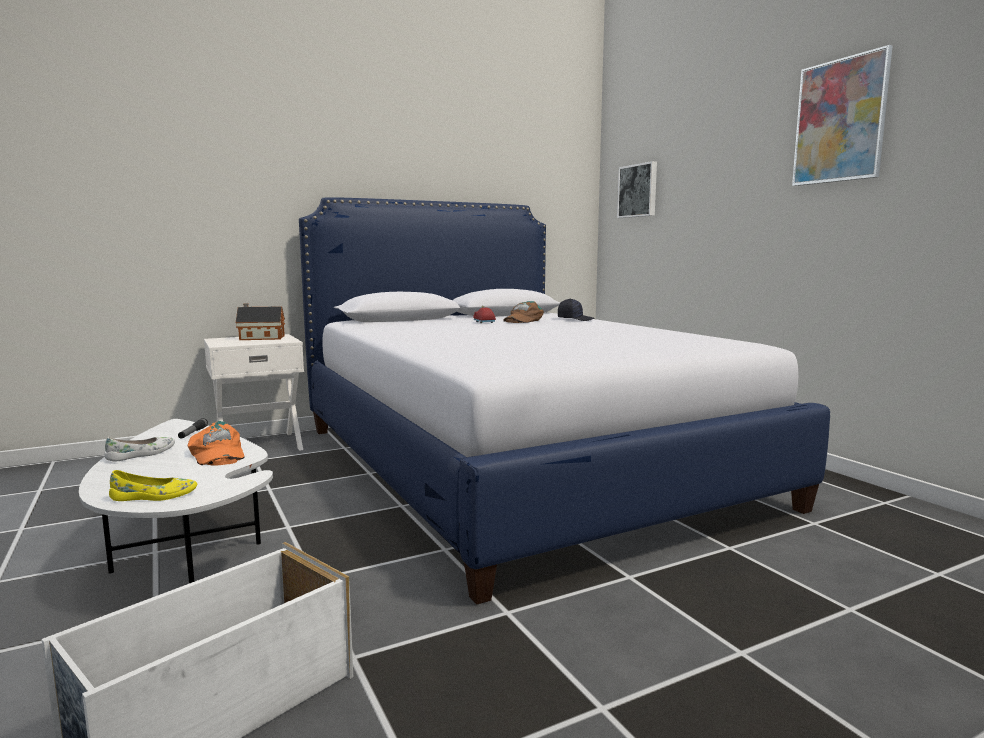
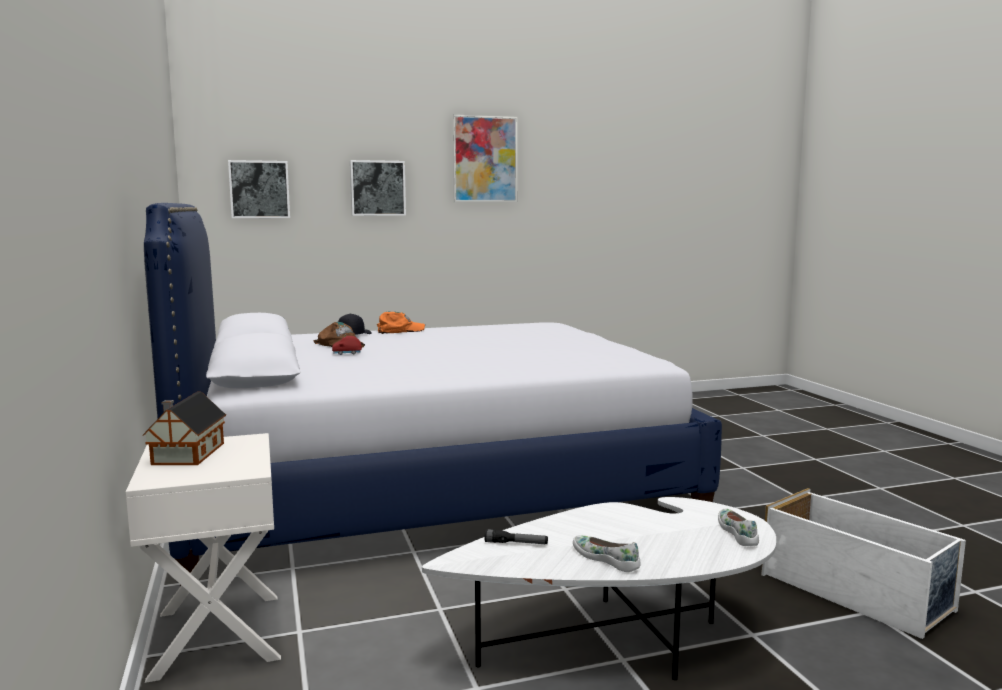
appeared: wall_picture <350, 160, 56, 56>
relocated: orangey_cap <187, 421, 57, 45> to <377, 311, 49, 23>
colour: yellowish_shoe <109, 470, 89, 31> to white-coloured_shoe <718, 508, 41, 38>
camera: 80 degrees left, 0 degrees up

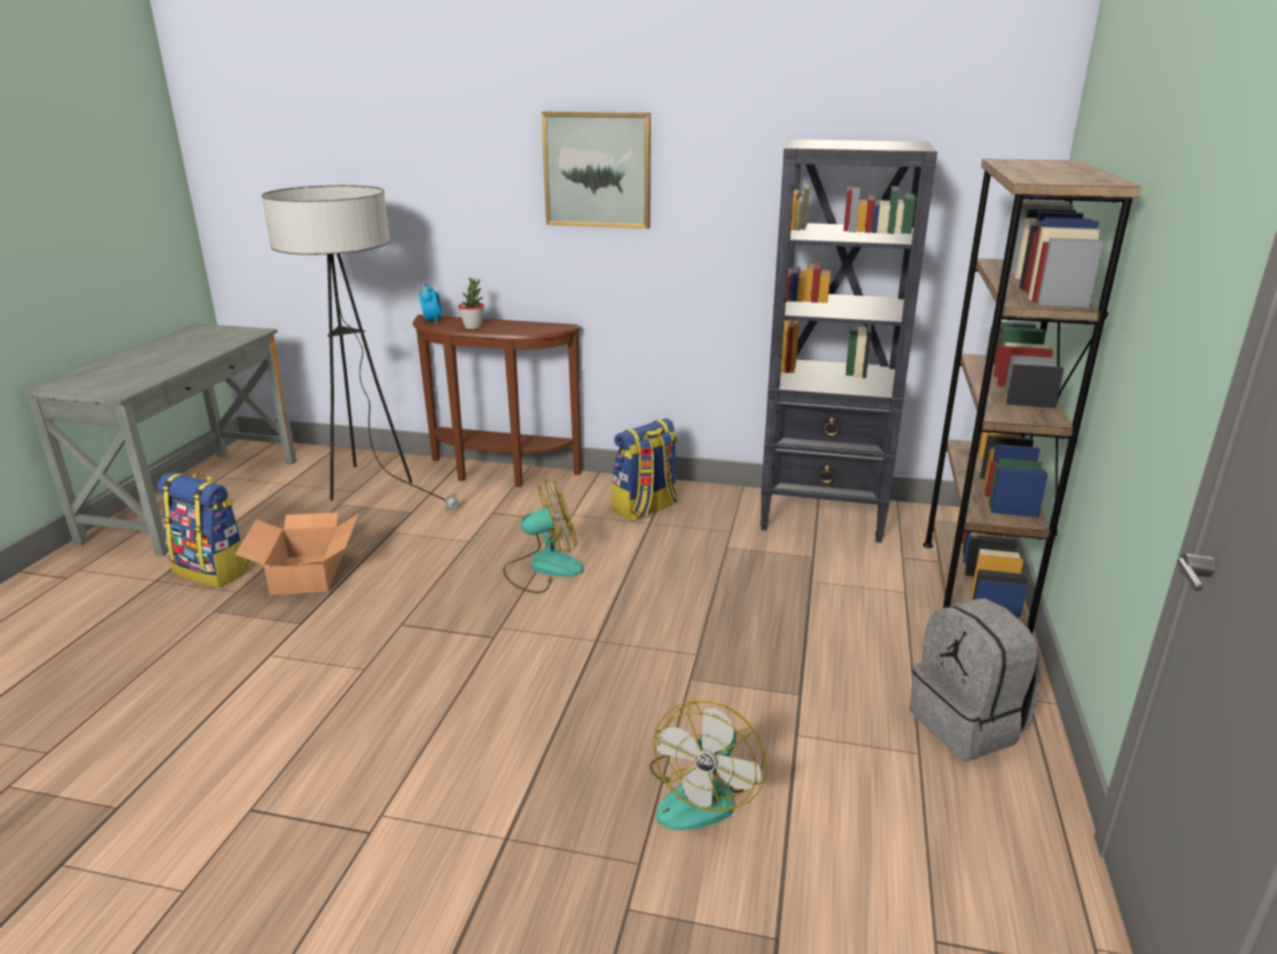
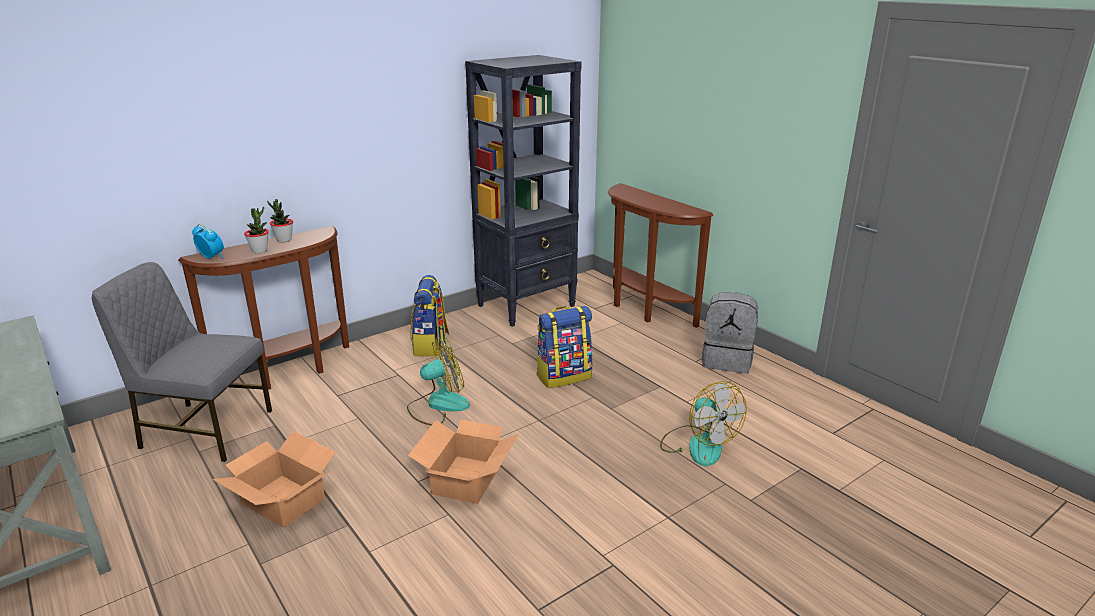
missing: wall_picture <541, 112, 110, 117>
appeared: potted_plant <267, 199, 26, 43>; packing_box <408, 420, 111, 84>
relocated: rucksack <157, 472, 93, 116> to <537, 306, 56, 82>
exchanged: standing_lamp <262, 185, 199, 328> to greyish_chair <92, 262, 180, 200>; brown-coloured_bookshelf <923, 159, 219, 475> to brown-coloured_console_table <608, 183, 106, 145>
spun: fan <503, 479, 81, 114> = <407, 337, 63, 88> 45 degrees clockwise
camera: 50 degrees left, 0 degrees up

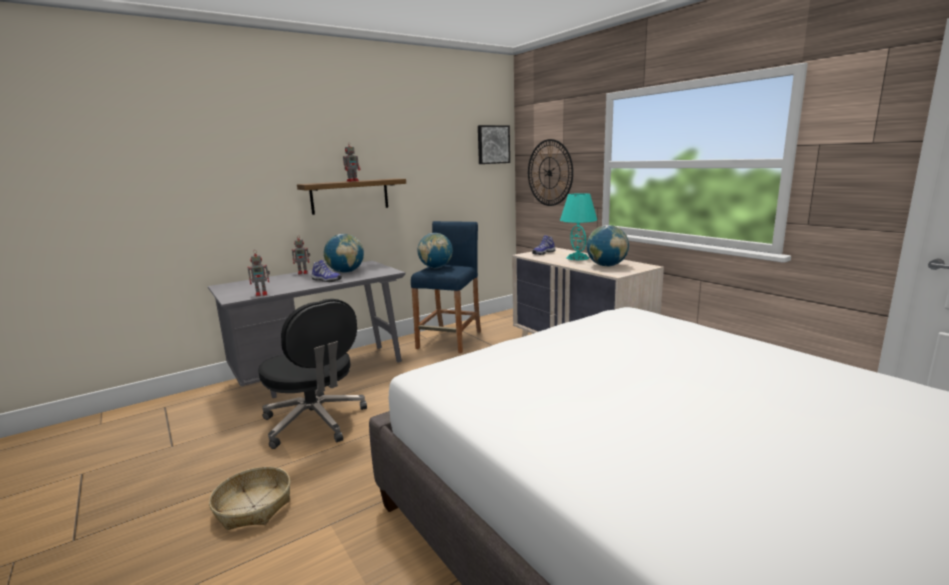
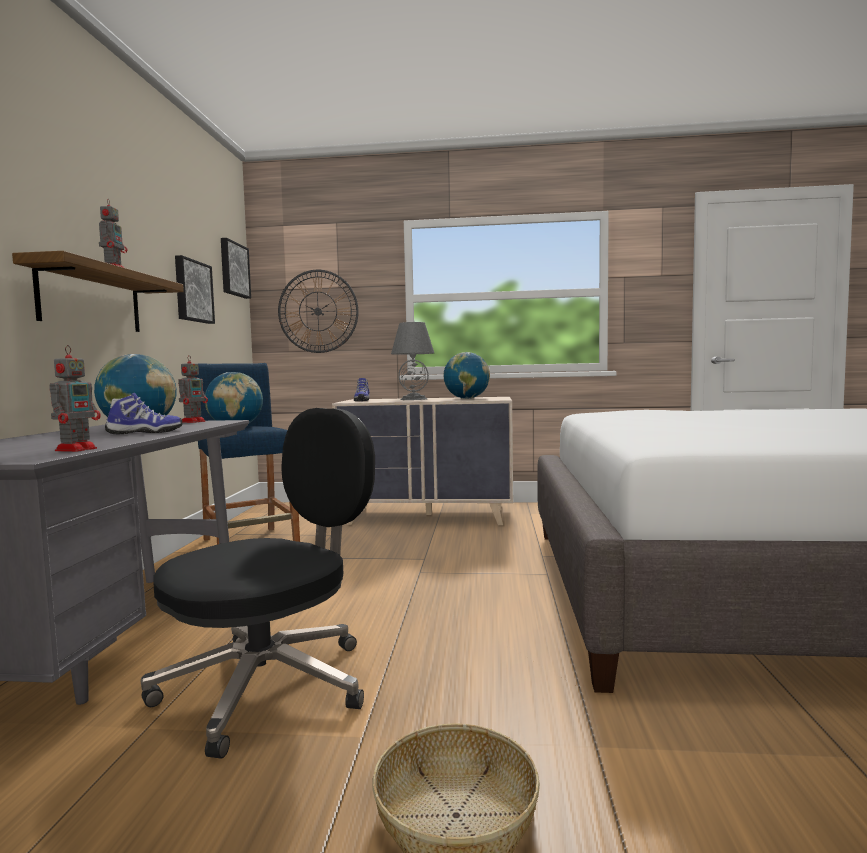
appeared: wall_picture <175, 255, 40, 69>
relocated: robot_figure <292, 235, 18, 40> to <178, 355, 30, 68>
colour: blue-green_lamp_for_a_table <560, 193, 37, 67> to greyish_lamp_for_a_table <391, 322, 43, 78>
spun: black-coloured_desk_chair <258, 299, 109, 150> = <141, 408, 234, 351> 45 degrees counterclockwise
camera: 50 degrees left, 10 degrees down

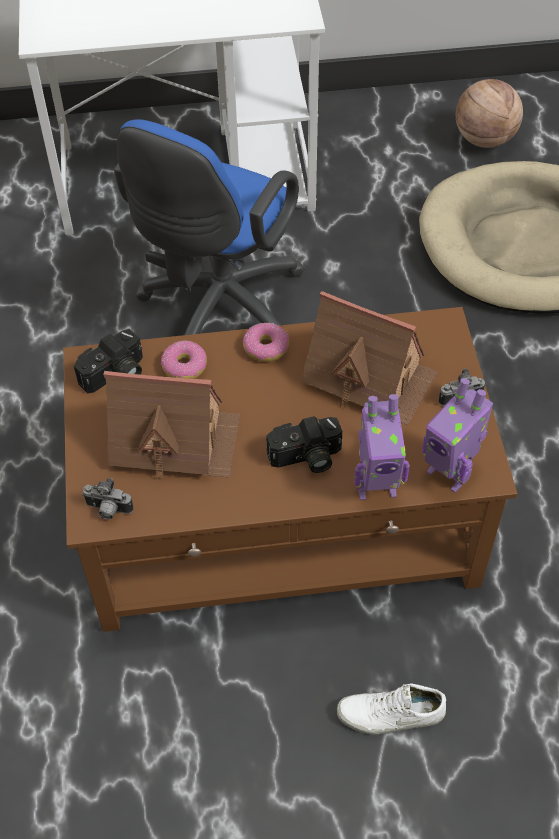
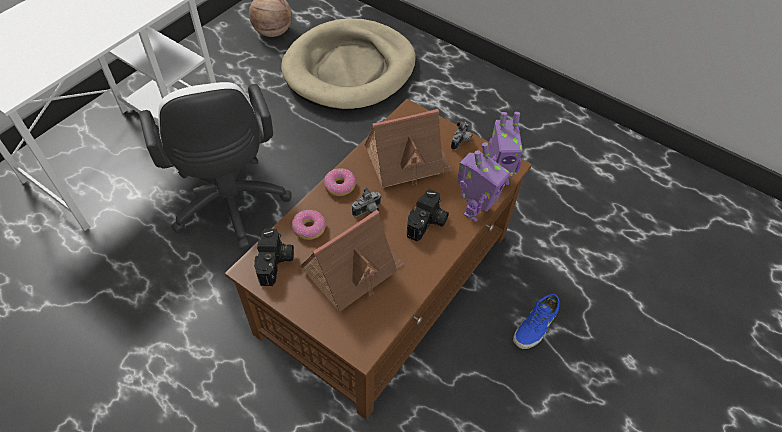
relocated: still_camera <82, 478, 52, 42> to <352, 188, 30, 29>
colour: blue_desk_chair <114, 119, 191, 216> to white-coloured_desk_chair <139, 82, 152, 167>; white-coloured_shoe <337, 683, 109, 52> to blue_shoe <513, 294, 47, 55>
camera: 50 degrees left, 0 degrees up

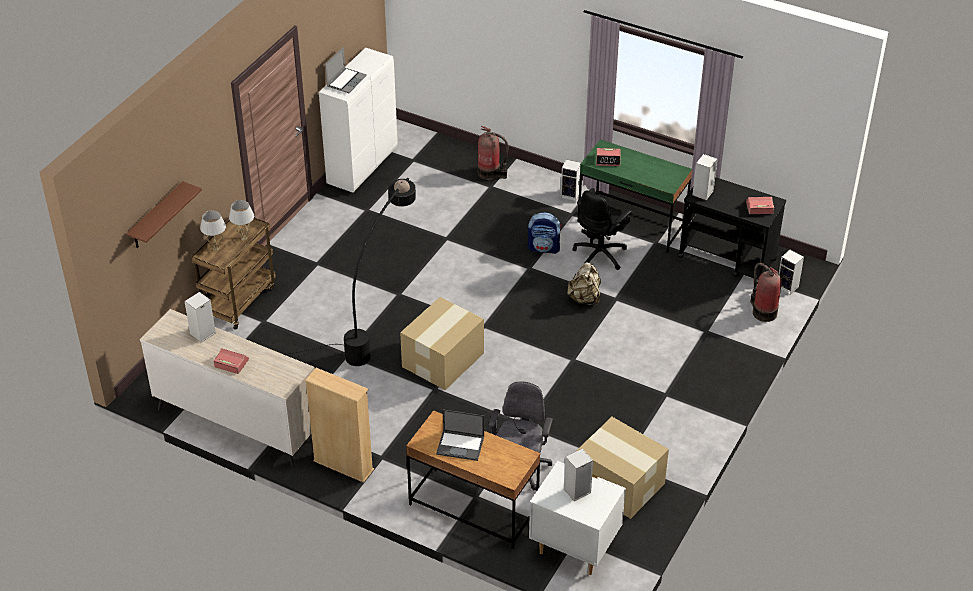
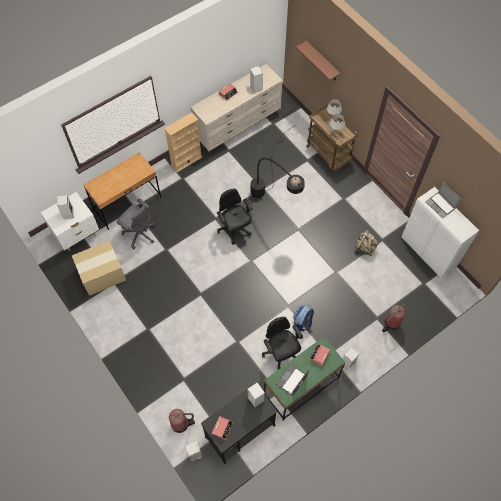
relocated: portable_computer <436, 409, 48, 52> to <276, 364, 33, 32>; beige-coloured_rucksack <567, 262, 34, 44> to <355, 230, 23, 26>
exchanged: packing_box <400, 297, 84, 93> to black-coloured_desk_chair <217, 189, 36, 56>
camera: 115 degrees right, 20 degrees up

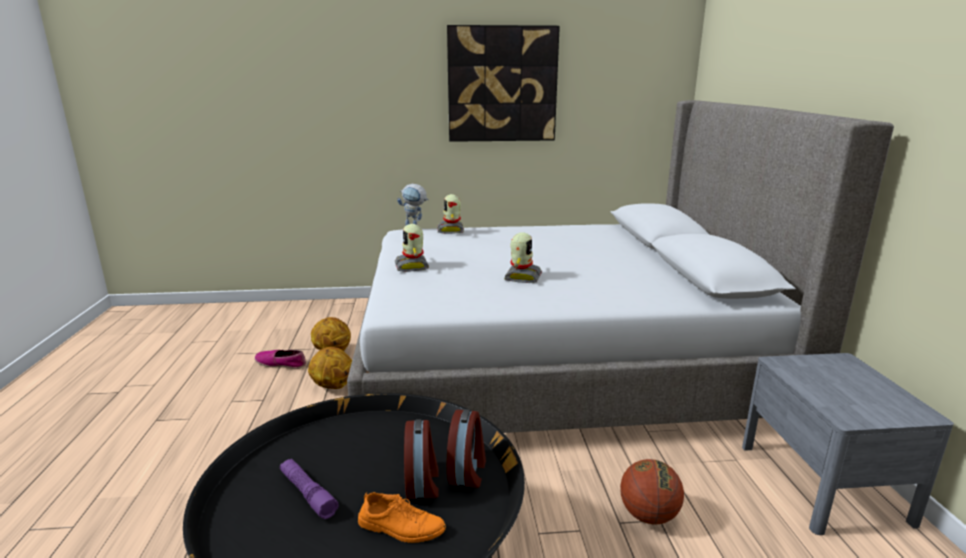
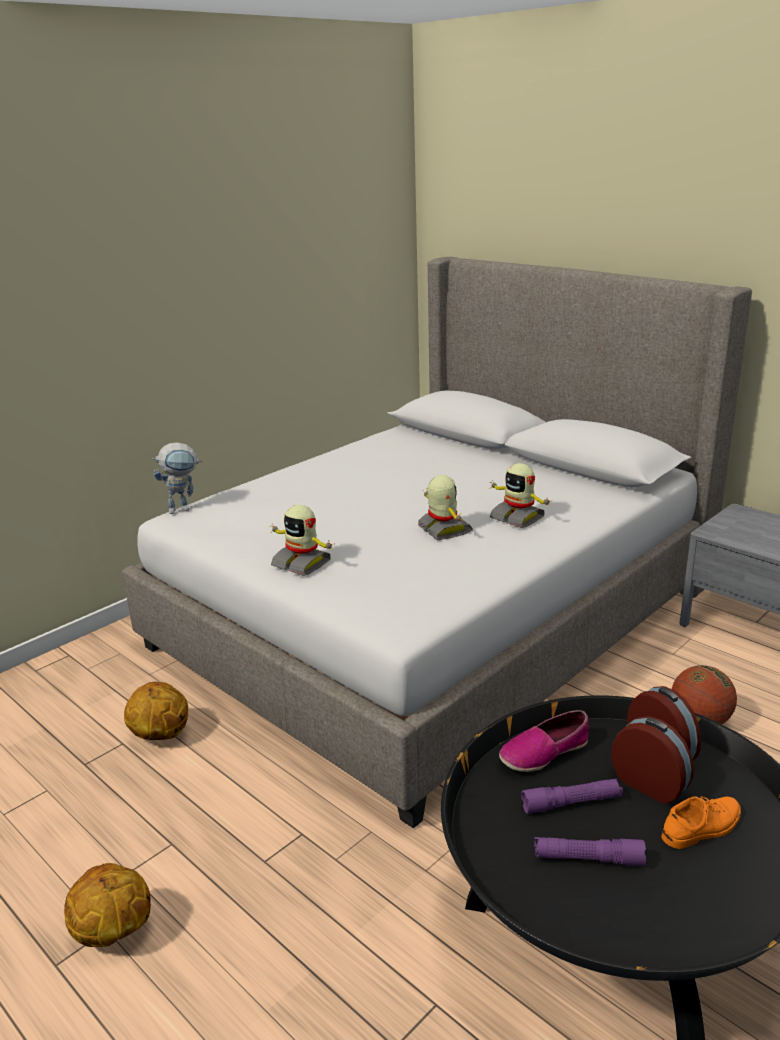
missing: wall_picture <447, 25, 113, 117>
appeared: purple-coloured_hand_torch <521, 779, 102, 35>
relocated: basketball <308, 347, 44, 42> to <64, 863, 87, 84>; robot_figure <438, 194, 26, 40> to <489, 463, 64, 65>; shoe <255, 350, 51, 19> to <499, 710, 90, 62>
camera: 40 degrees left, 5 degrees up

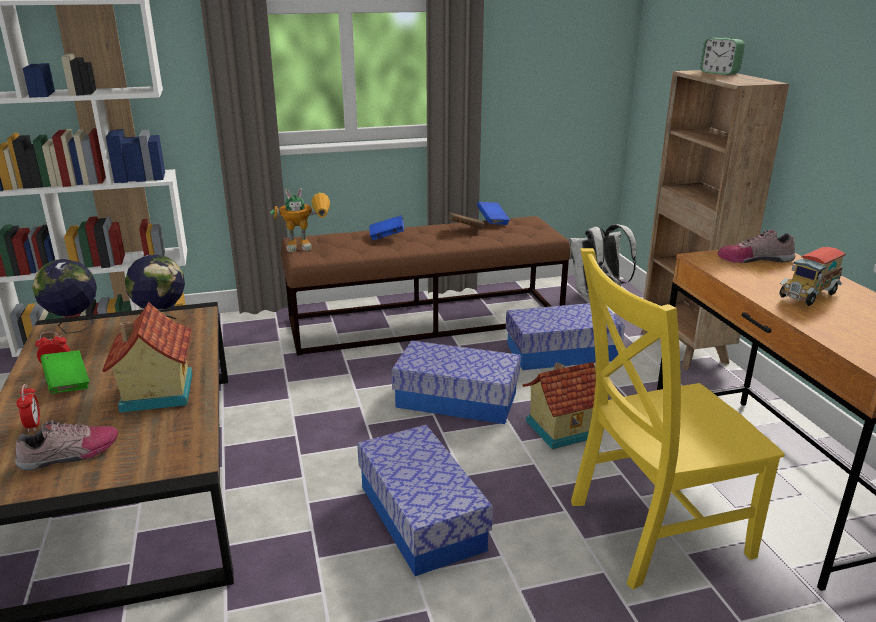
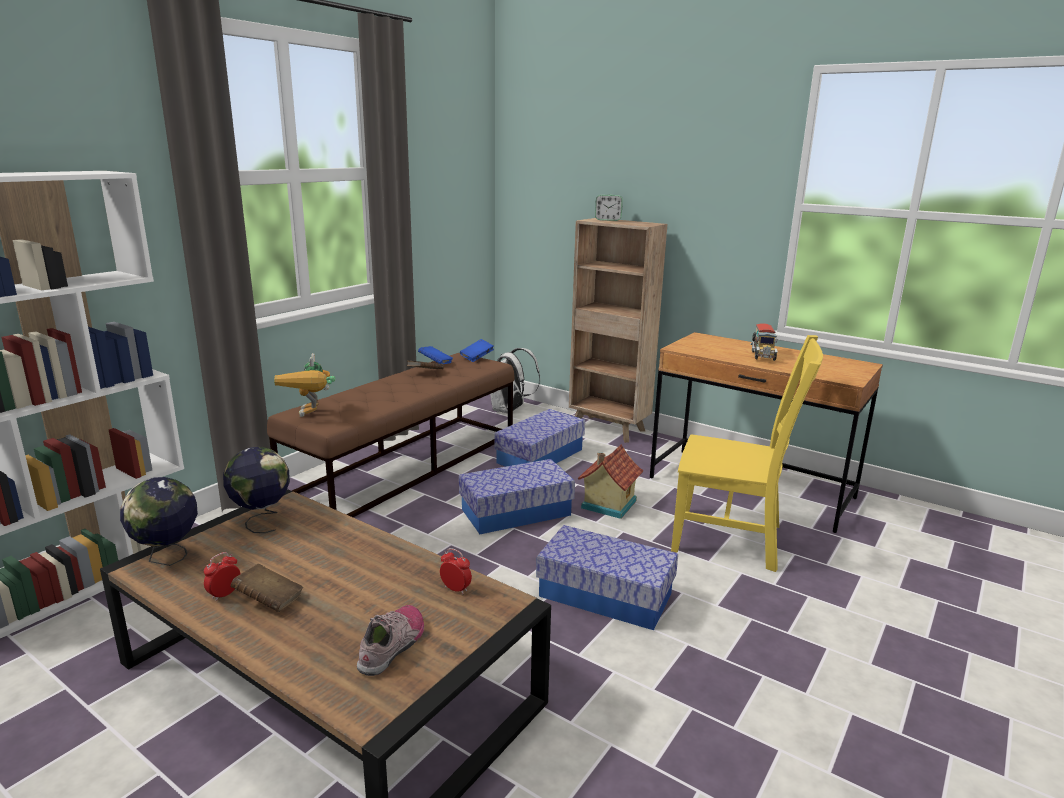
missing: toy_house <102, 302, 91, 111>; shoe <718, 230, 78, 33>
relocated: table_clock <17, 384, 23, 48> to <440, 548, 32, 46>; blue_volume <370, 215, 34, 25> to <460, 339, 34, 23>
colour: green_volume <40, 350, 50, 43> to brown-coloured_volume <231, 564, 72, 48>
spun: robot_figure <270, 188, 60, 64> = <274, 353, 61, 64> 135 degrees clockwise; yellowish_chair <571, 248, 214, 341> = <671, 335, 152, 237> 105 degrees counterclockwise
camera: 40 degrees left, 5 degrees down

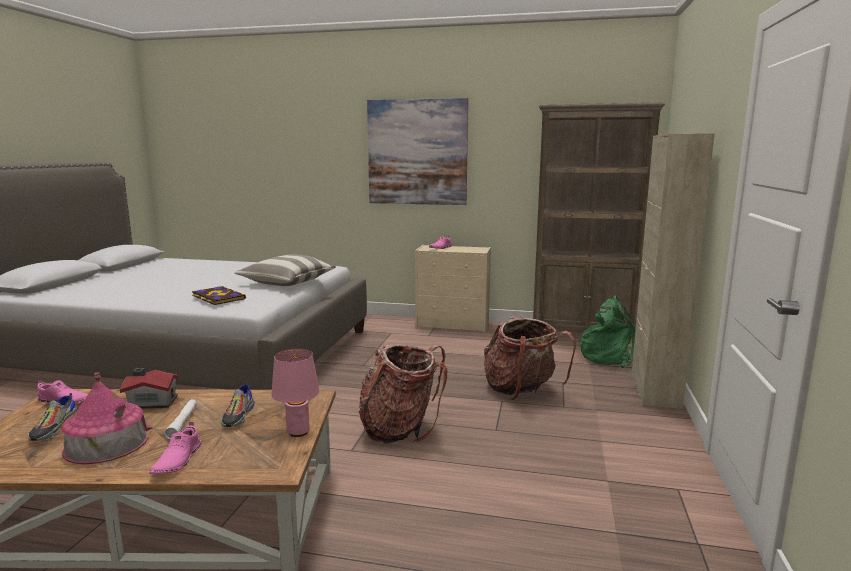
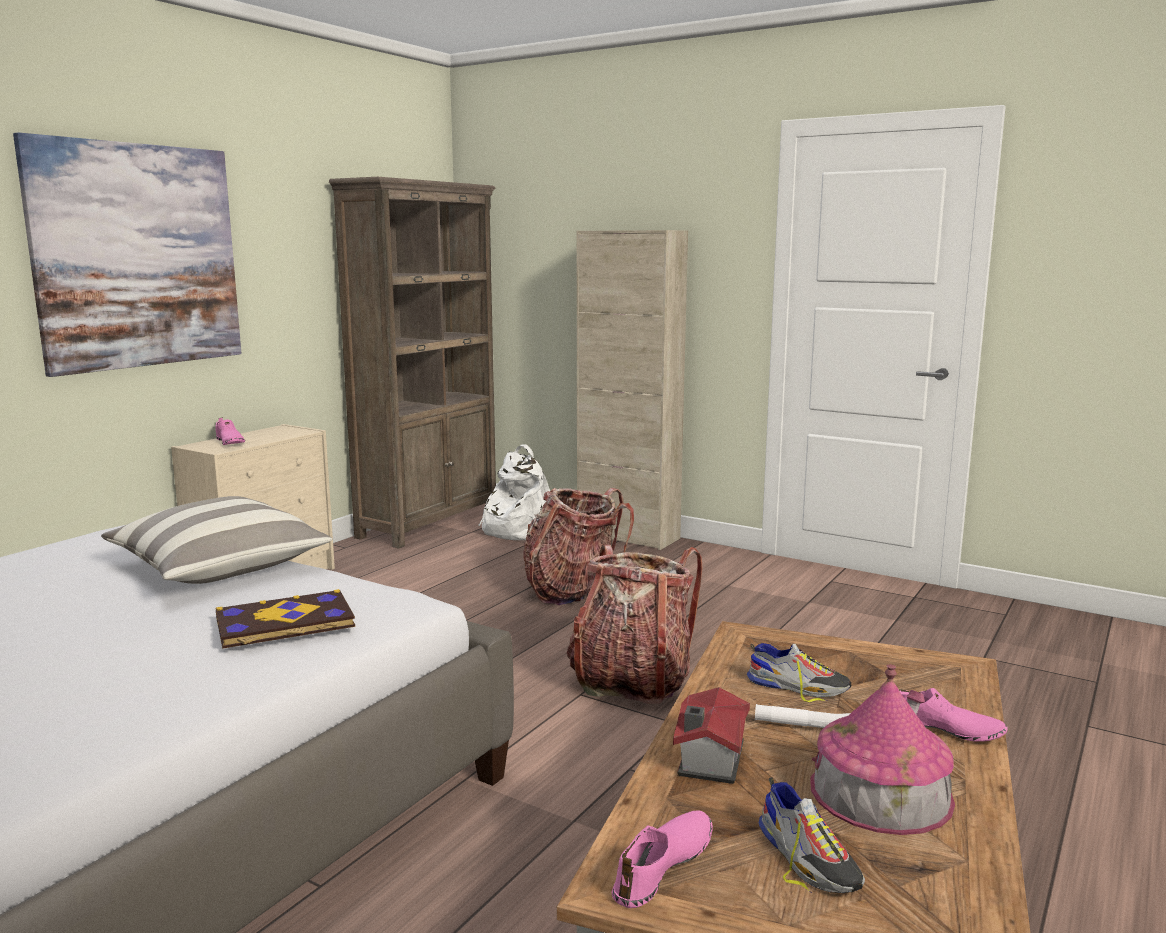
missing: pink-coloured_lamp_for_a_table <271, 349, 49, 88>
colour: green_rucksack <579, 295, 57, 73> to white-coloured_rucksack <478, 444, 72, 96>
spun: shoe <28, 393, 49, 48> = <759, 777, 106, 116> 45 degrees clockwise
camera: 70 degrees left, 0 degrees up

